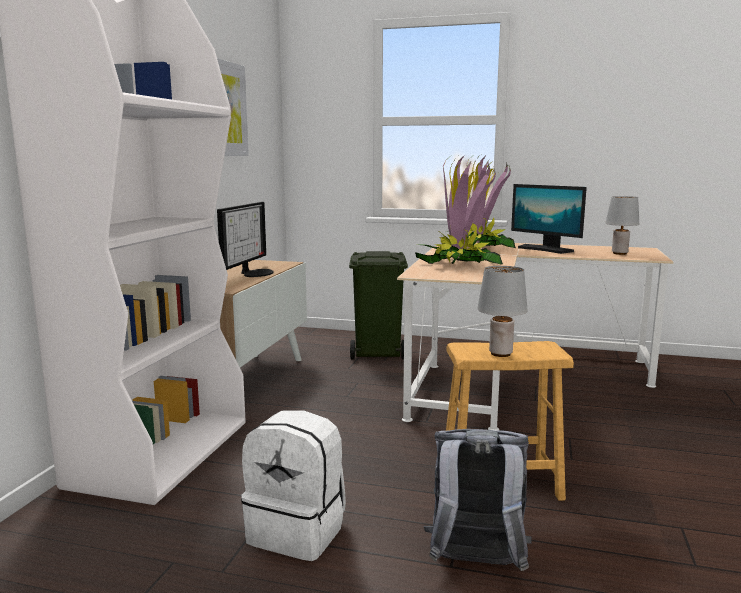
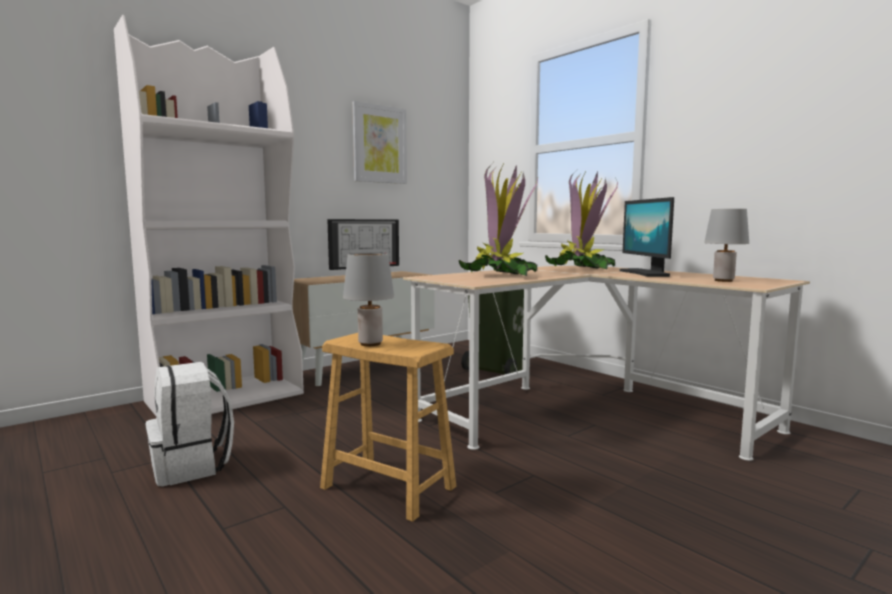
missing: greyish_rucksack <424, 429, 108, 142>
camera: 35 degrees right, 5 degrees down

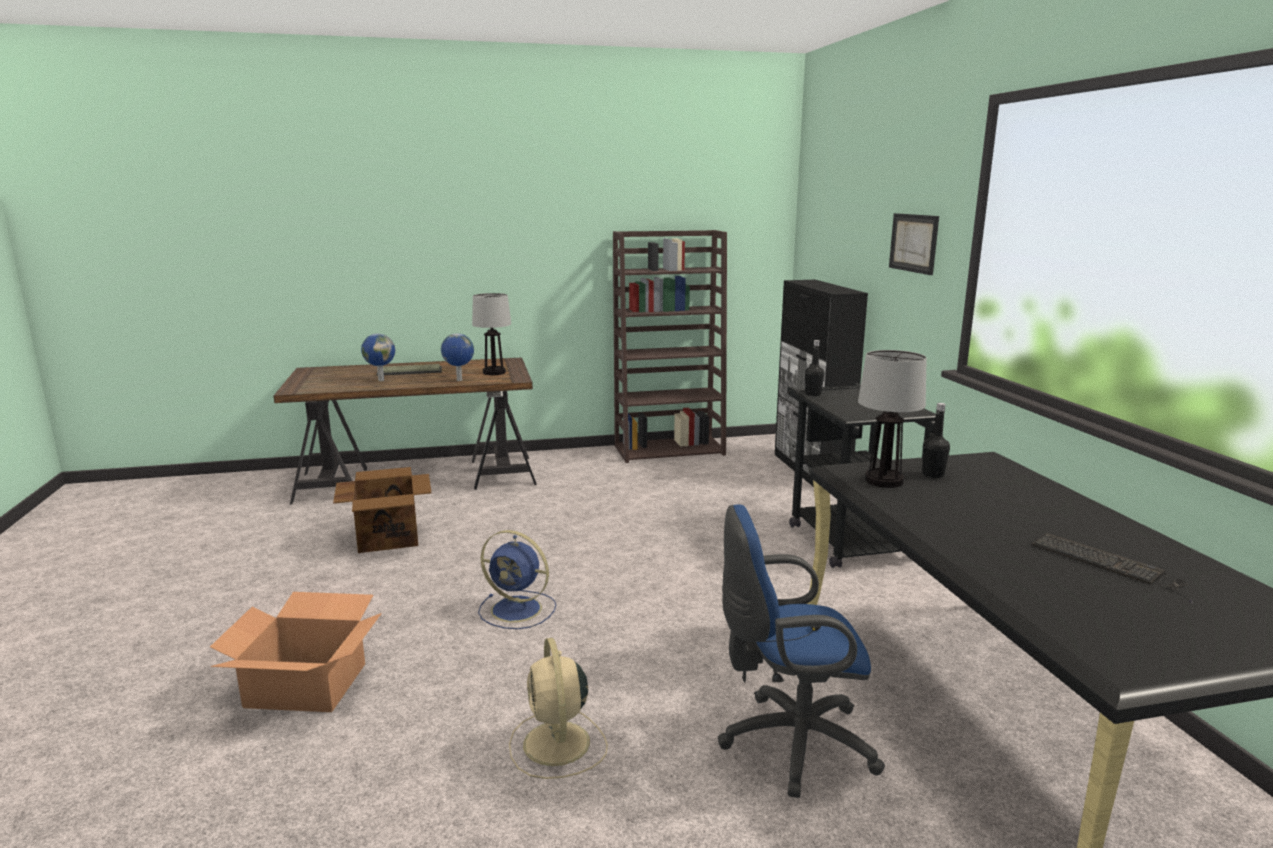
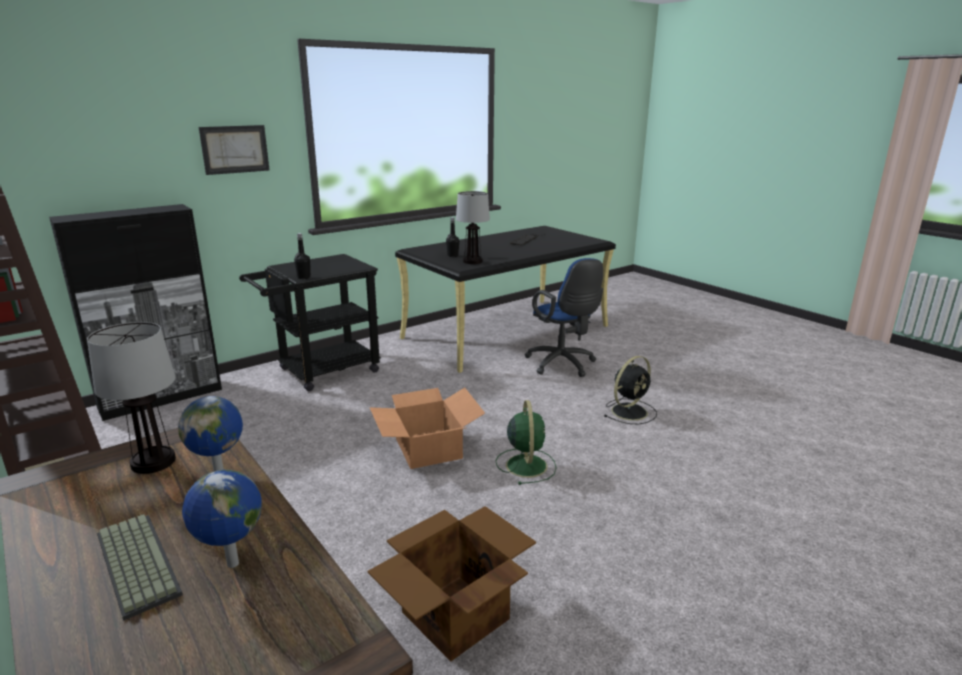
relocated: packing_box <210, 592, 172, 120> to <370, 388, 115, 81>
colour: blue_fan <478, 530, 78, 99> to green_fan <496, 400, 60, 85>; beige-coloured_fan <509, 638, 99, 141> to black-coloured_fan <603, 356, 54, 68>
camera: 115 degrees left, 5 degrees up

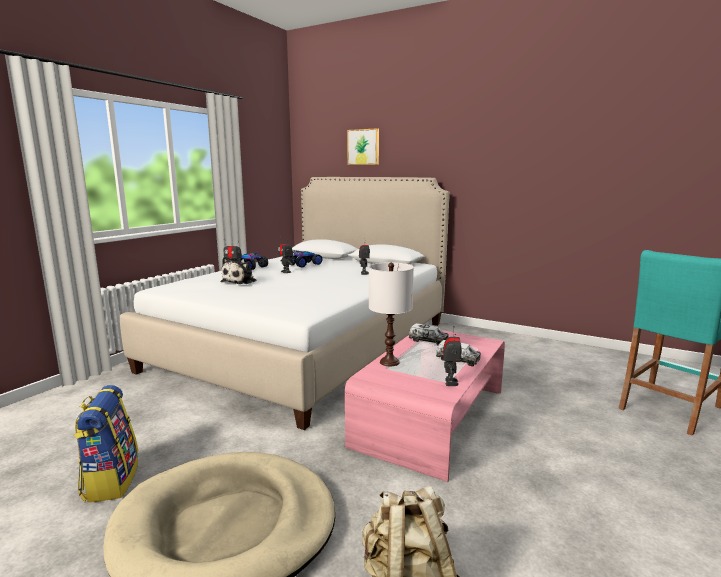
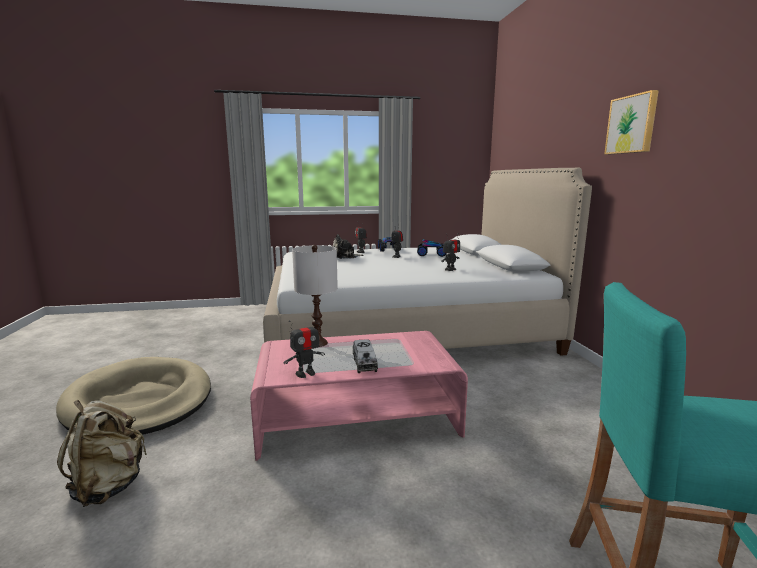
missing: rucksack <74, 385, 64, 117>; model_truck <409, 323, 40, 23>
relocated: wall_picture <347, 128, 32, 37> to <604, 90, 55, 64>
camera: 50 degrees right, 0 degrees up

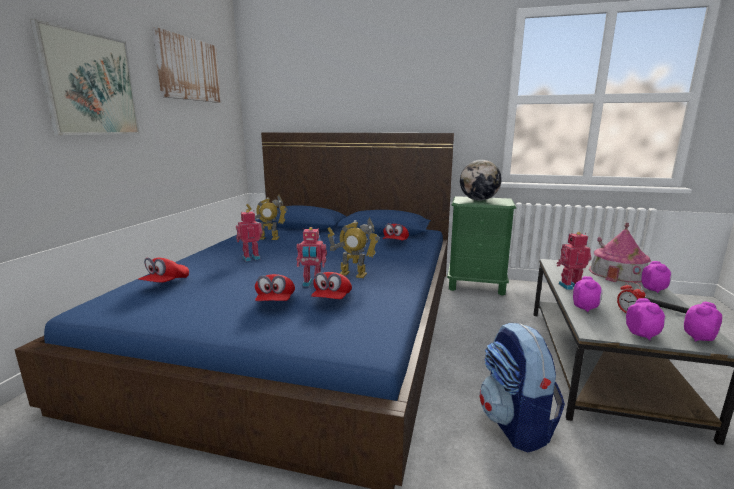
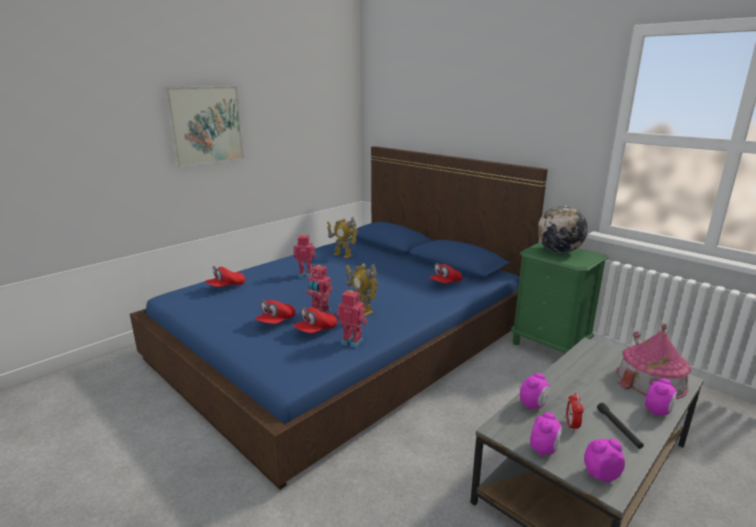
missing: wall_picture <152, 27, 69, 76>; rucksack <479, 322, 86, 131>
relocated: robot_figure <556, 232, 36, 58> to <337, 290, 31, 58>
camera: 30 degrees right, 5 degrees up

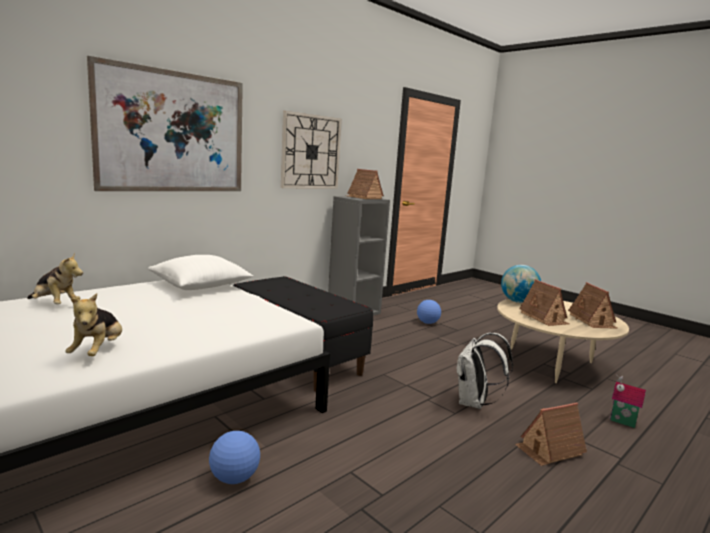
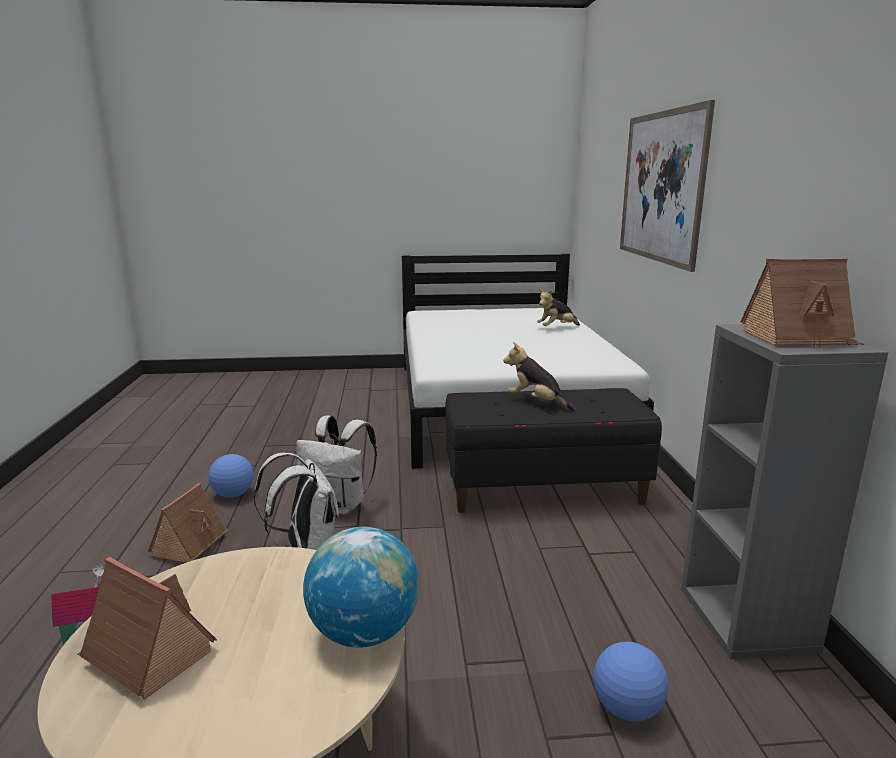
missing: white-coloured_pillow <148, 255, 105, 35>; wall_clock <281, 111, 61, 78>; toy_house <519, 279, 51, 47>
appeared: white-coloured_rucksack <296, 415, 81, 99>
relocated: ball_for_football <209, 431, 51, 53> to <208, 454, 46, 44>; cuddly_toy <65, 293, 57, 63> to <503, 342, 73, 69>
camera: 130 degrees right, 5 degrees up

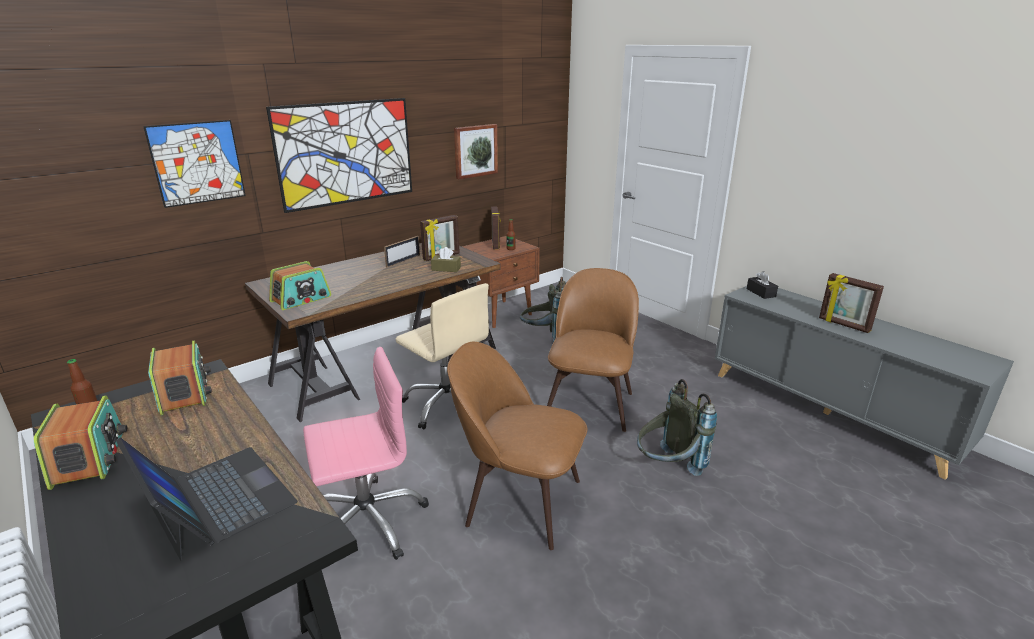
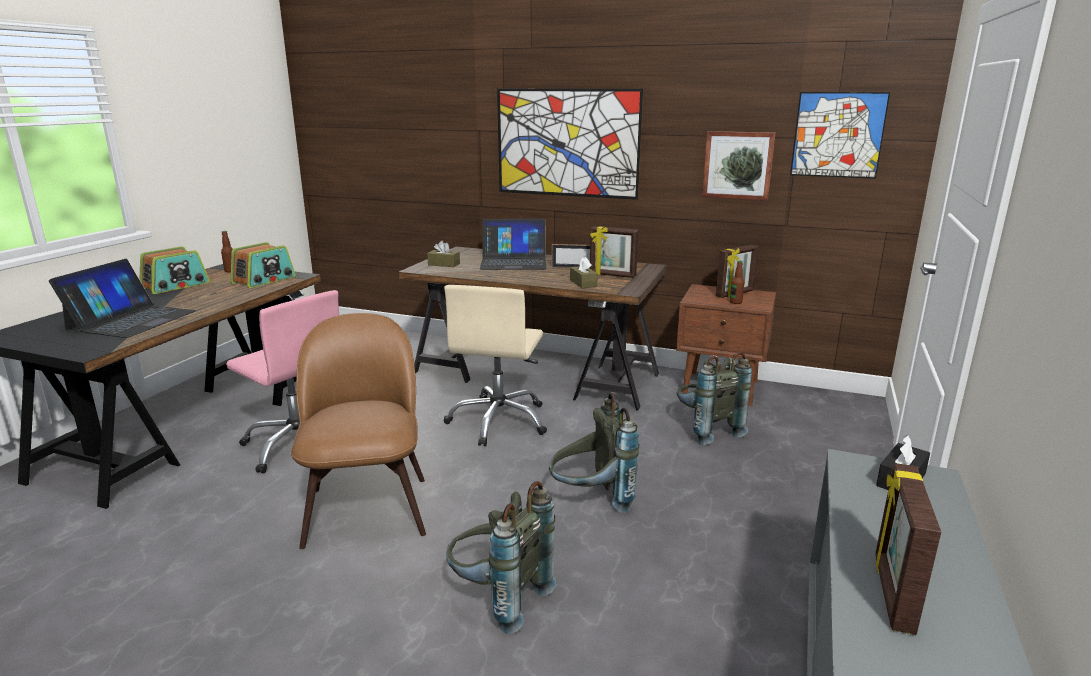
appeared: portable_computer <480, 219, 67, 51>
relocated: wall_picture <143, 120, 103, 88> to <790, 92, 100, 87>
exchanged: radio_receiver <269, 261, 62, 49> to brown-coloured_box_of_tissues <427, 241, 33, 26>; brown-coloured_chair <547, 268, 92, 164> to greyish_rucksack <549, 392, 90, 121>
camera: 60 degrees right, 5 degrees down

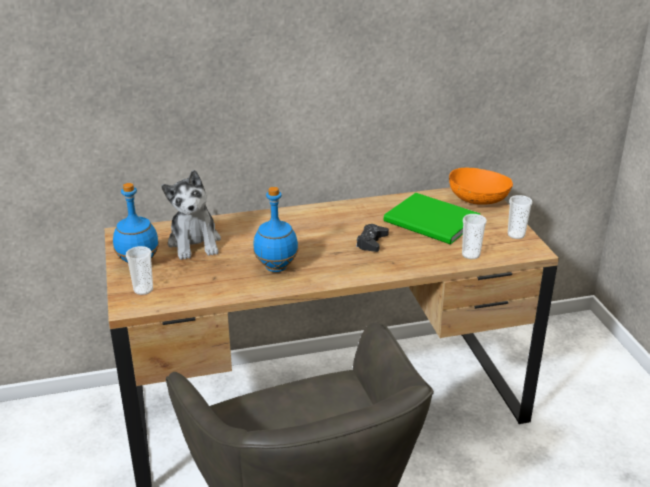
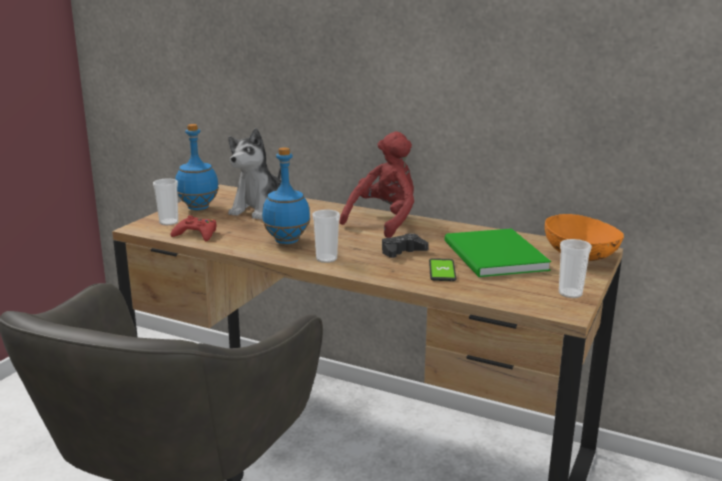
appeared: red_gamepad <170, 215, 46, 26>; red_cuddly_toy <340, 132, 74, 106>; telephone <429, 258, 28, 23>
relocated: cup <462, 214, 25, 45> to <312, 209, 28, 54>
camera: 40 degrees right, 10 degrees down

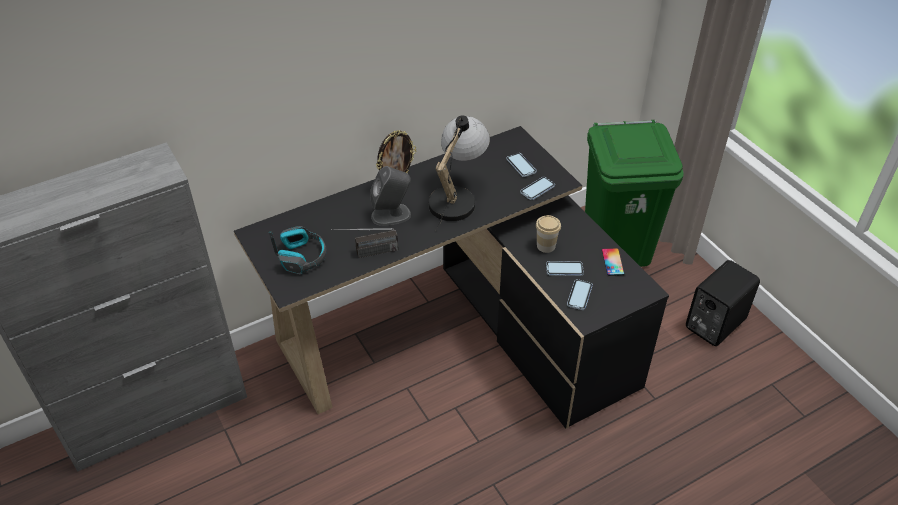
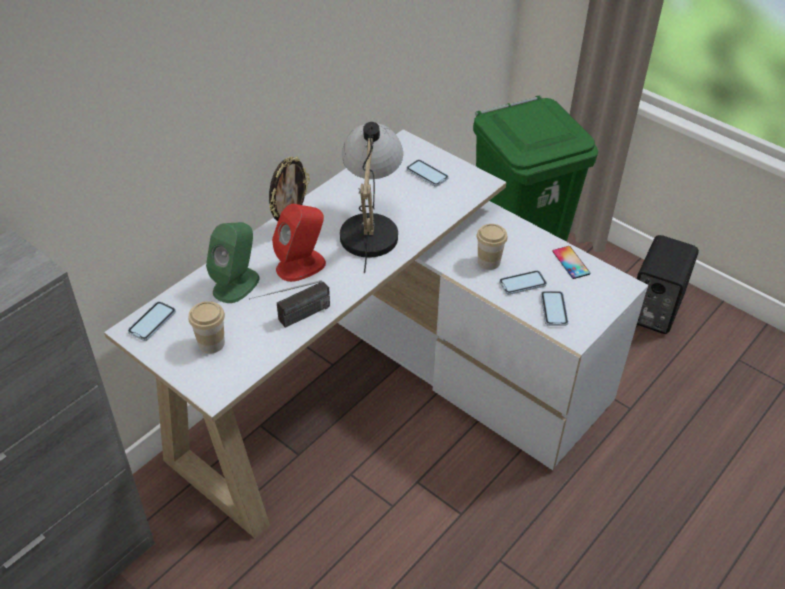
appeared: green_loudspeaker <206, 222, 54, 81>
relocated: telephone <520, 177, 35, 23> to <128, 302, 48, 39>
exchanged: headset <269, 226, 57, 48> to cup <188, 301, 37, 53>
colour: black-coloured_desk_table <234, 126, 435, 303> to white-coloured_desk_table <104, 129, 544, 409>; greyish_loudspeaker <370, 166, 41, 60> to red_loudspeaker <272, 204, 54, 78>
camera: 20 degrees left, 0 degrees up

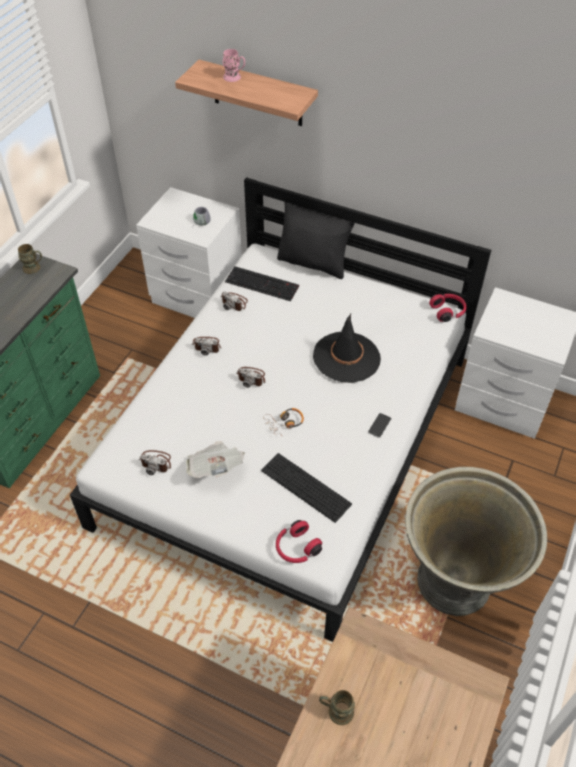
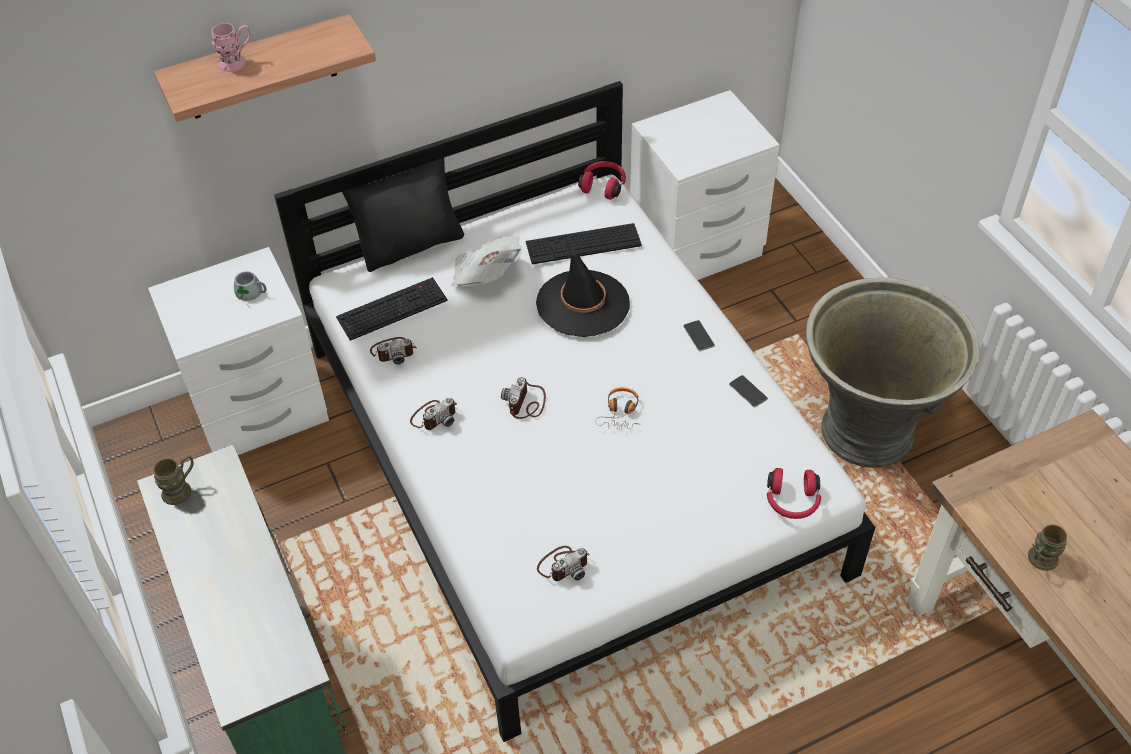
appeared: telephone <729, 375, 39, 33>
relocated: printed_paper <186, 441, 59, 37> to <451, 236, 71, 51>; computer_keyboard <261, 453, 91, 70> to <526, 223, 116, 41>
spun: still_camera <236, 367, 29, 21> = <501, 377, 45, 42> 135 degrees clockwise
camera: 50 degrees left, 0 degrees up

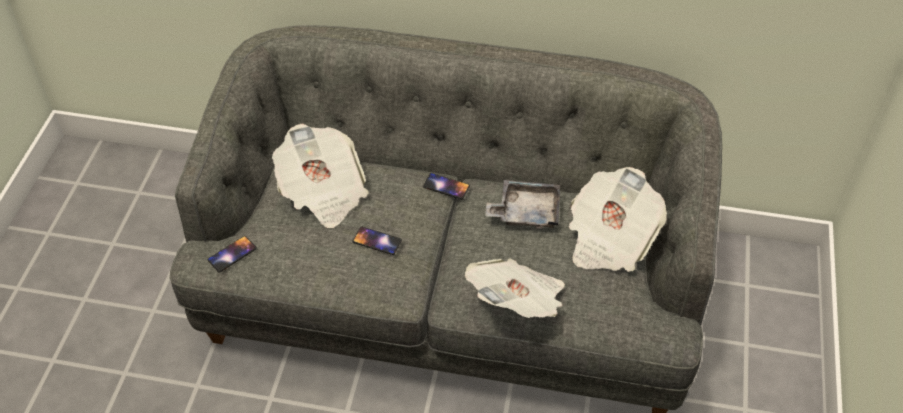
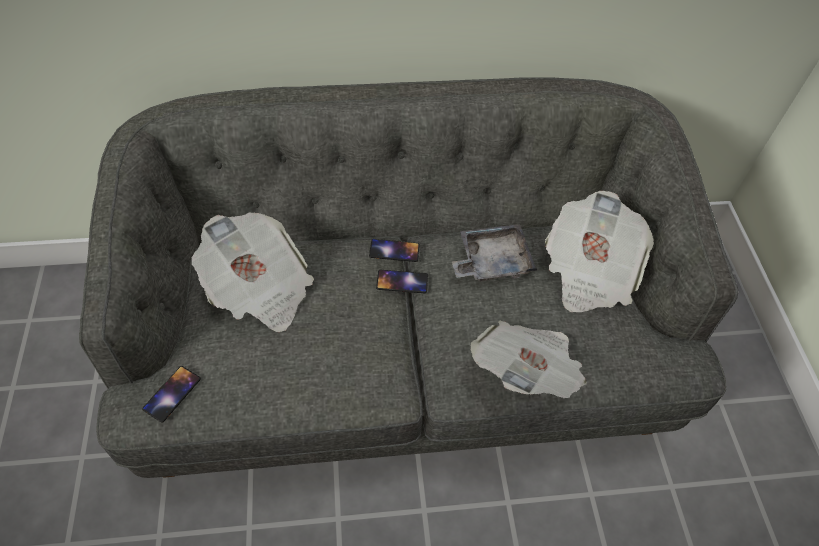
relocated: telephone <353, 227, 49, 28> to <376, 270, 52, 23>
camera: 20 degrees left, 5 degrees up

